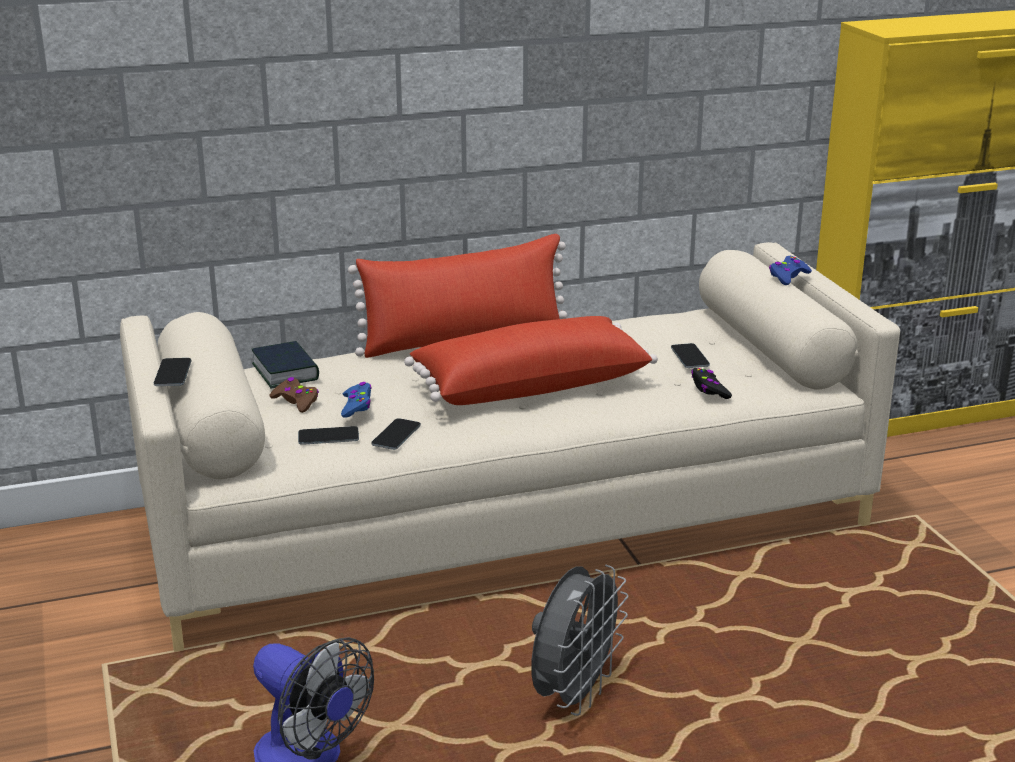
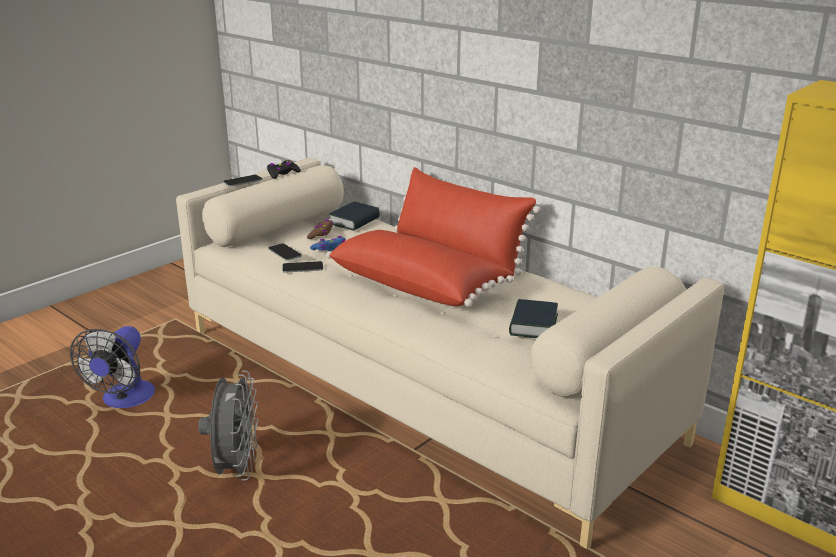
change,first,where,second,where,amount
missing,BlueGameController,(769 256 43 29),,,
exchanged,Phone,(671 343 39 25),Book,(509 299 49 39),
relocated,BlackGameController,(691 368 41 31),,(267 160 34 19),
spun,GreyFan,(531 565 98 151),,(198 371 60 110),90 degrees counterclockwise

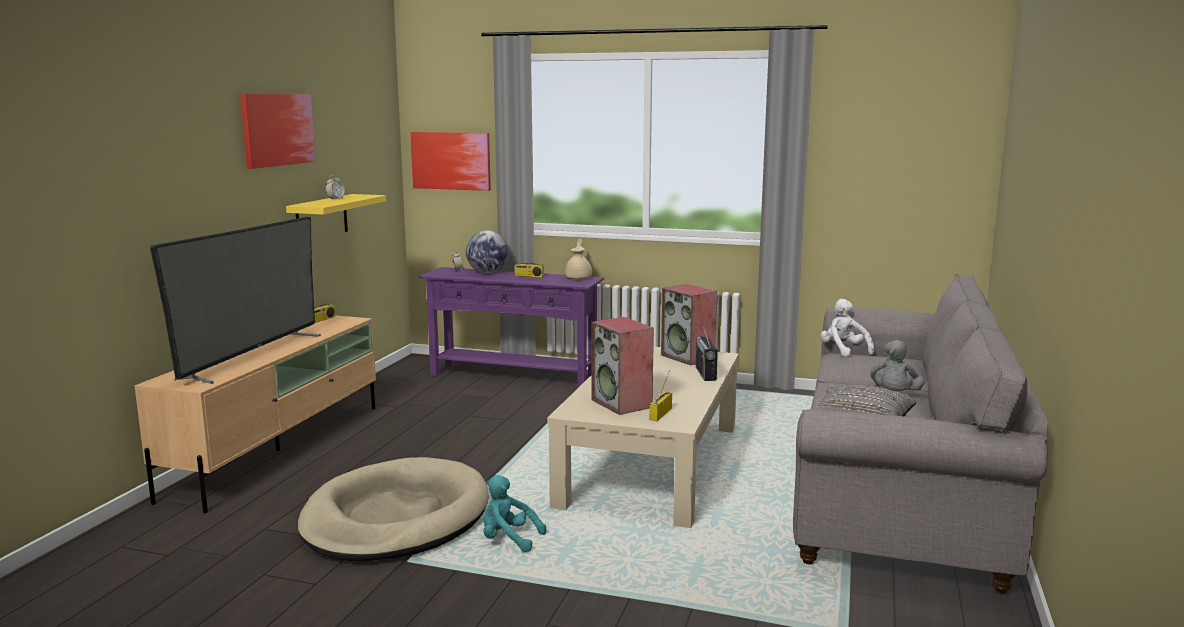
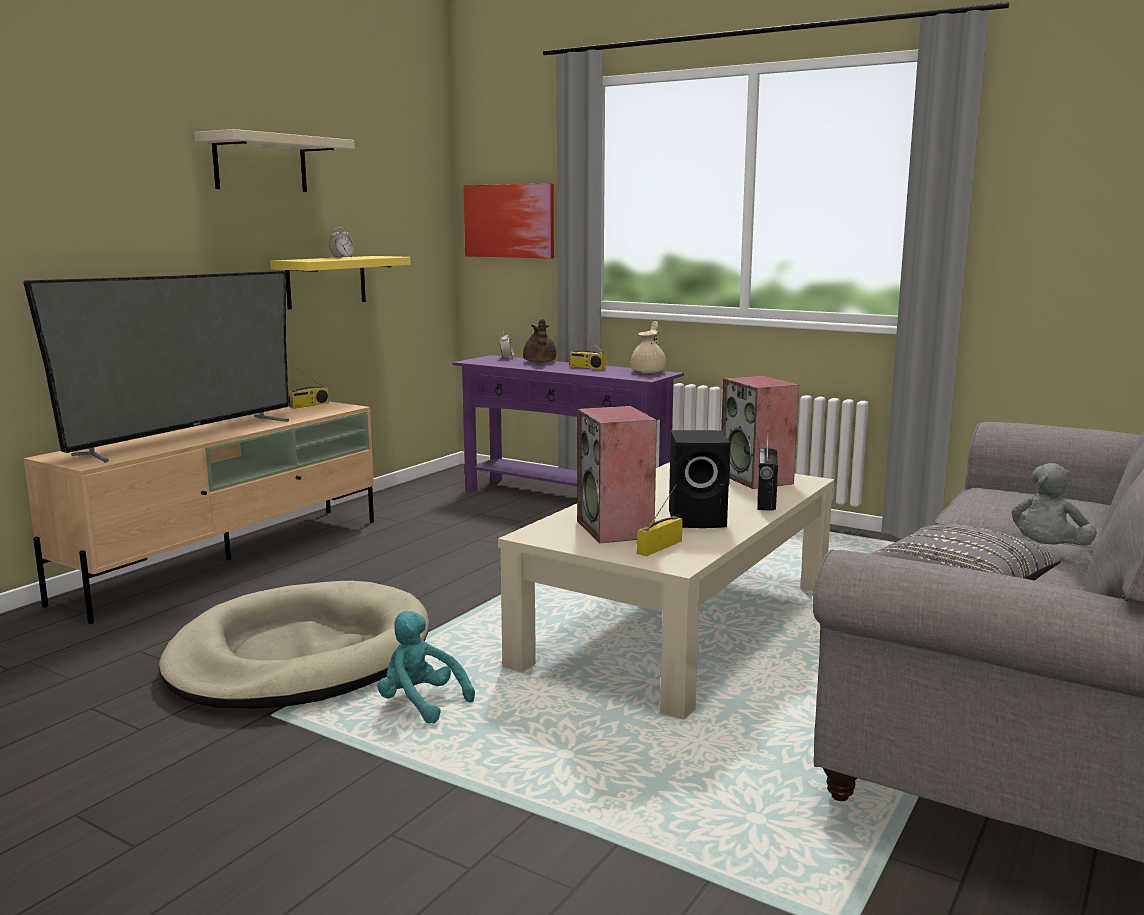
change,first,where,second,where,amount
exchanged,Picture,(240 93 76 76),BeigeShelf,(194 129 161 63),
exchanged,Globe,(466 230 43 43),BrownTeapot,(523 319 33 44),
missing,WhitePlushToy,(821 299 53 58),,,
appeared,,,BlackSpeaker,(669 430 61 98),

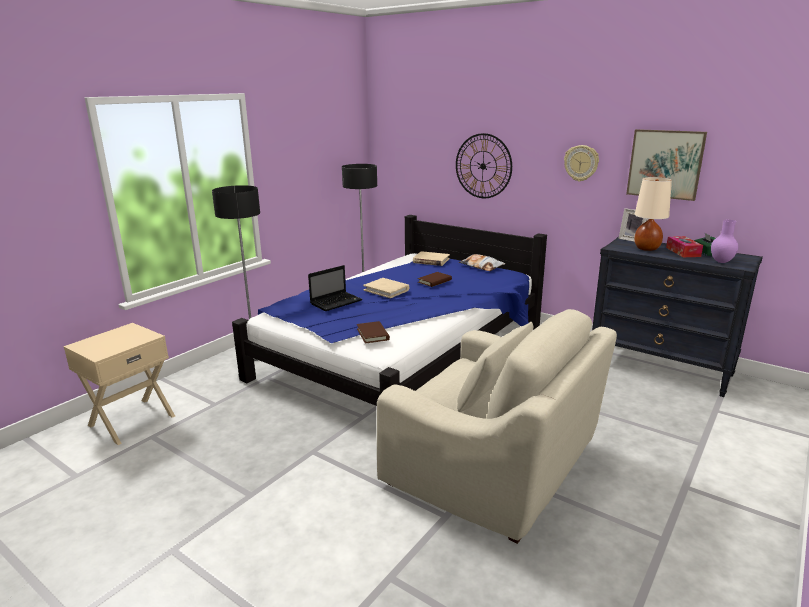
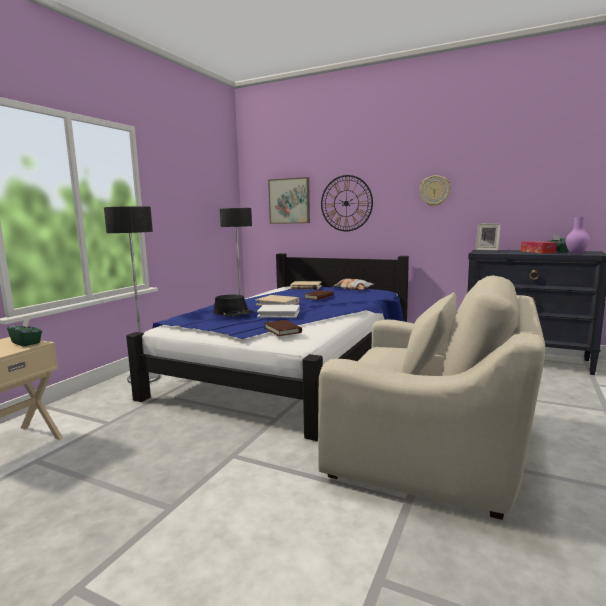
change,first,where,second,where,amount
relocated,Picture,(626 129 81 72),,(268 177 42 47),
missing,BeigeTableLamp,(634 177 38 74),,,
exchanged,Laptop,(308 265 54 46),BlackHat,(213 295 41 22),
appeared,,,WhiteBook,(257 305 43 13),
appeared,,,GreenTissueBox,(7 318 35 28),

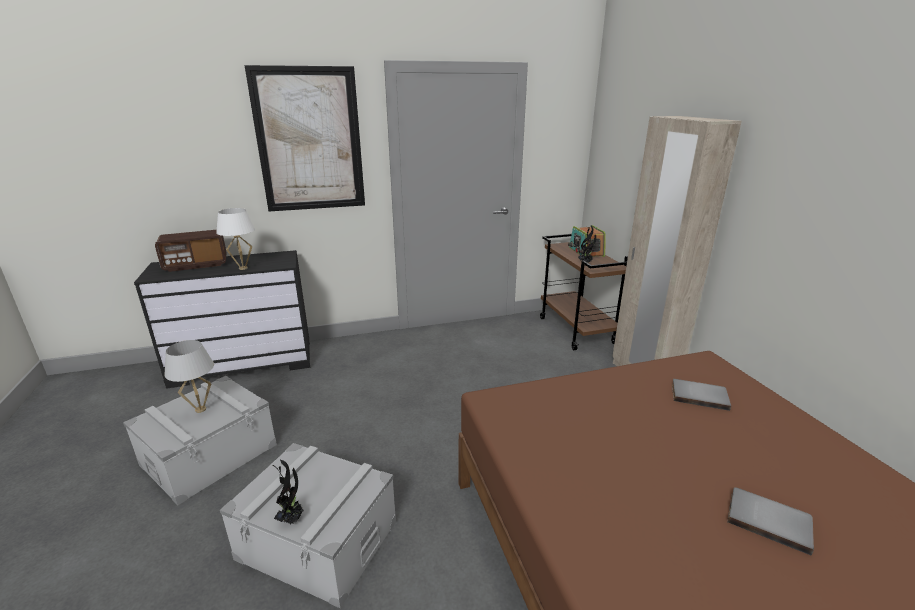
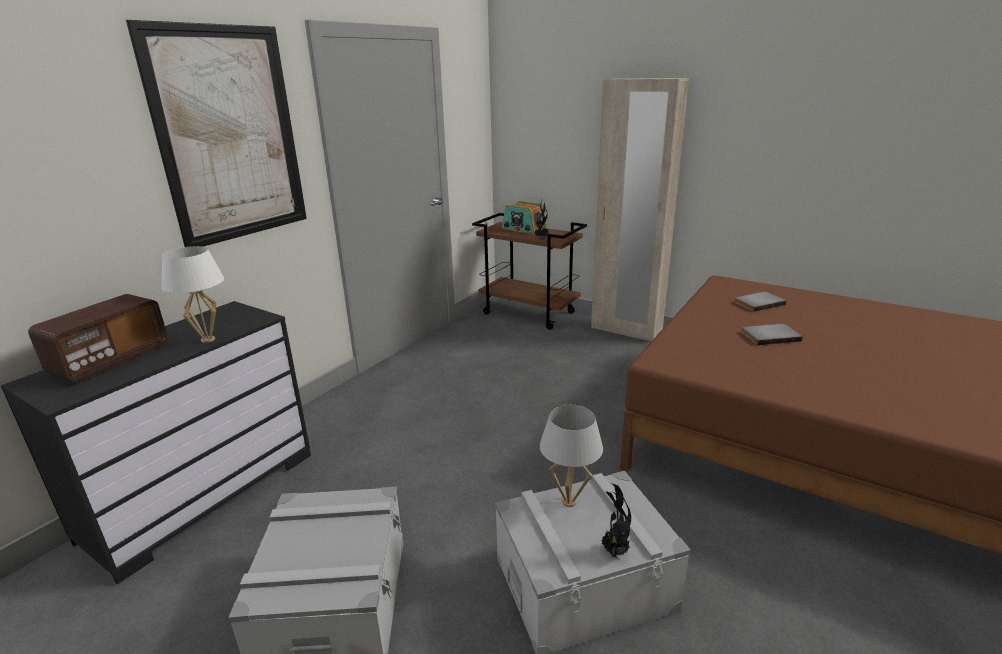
change,first,where,second,where,amount
relocated,WhiteTableLamp,(165 340 49 73),,(540 405 63 102),
relocated,GreyBook,(727 487 87 68),,(741 324 62 21),

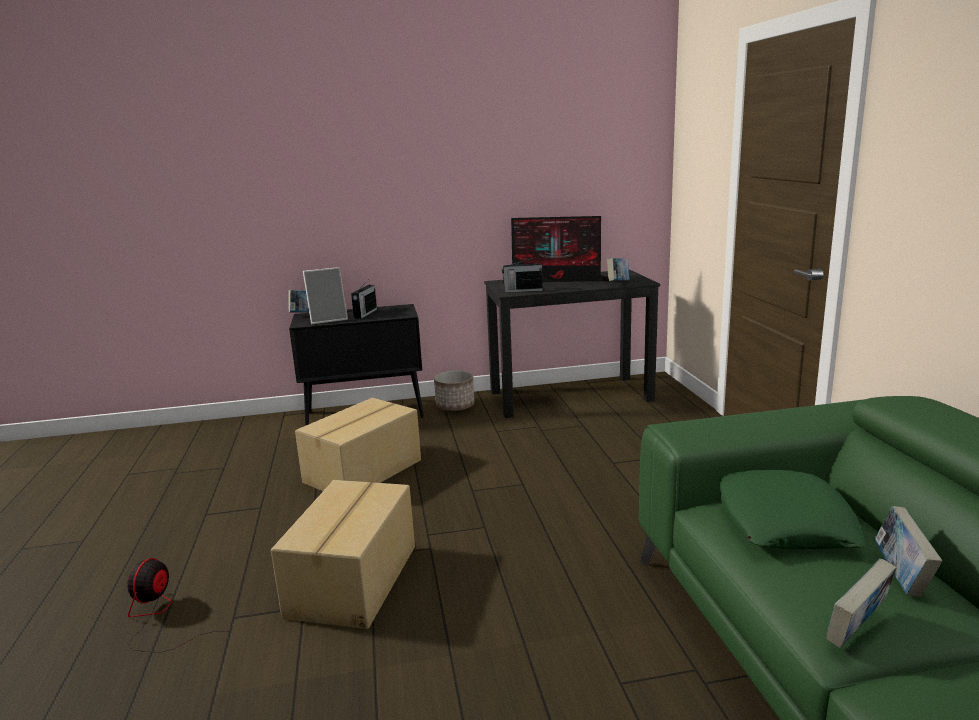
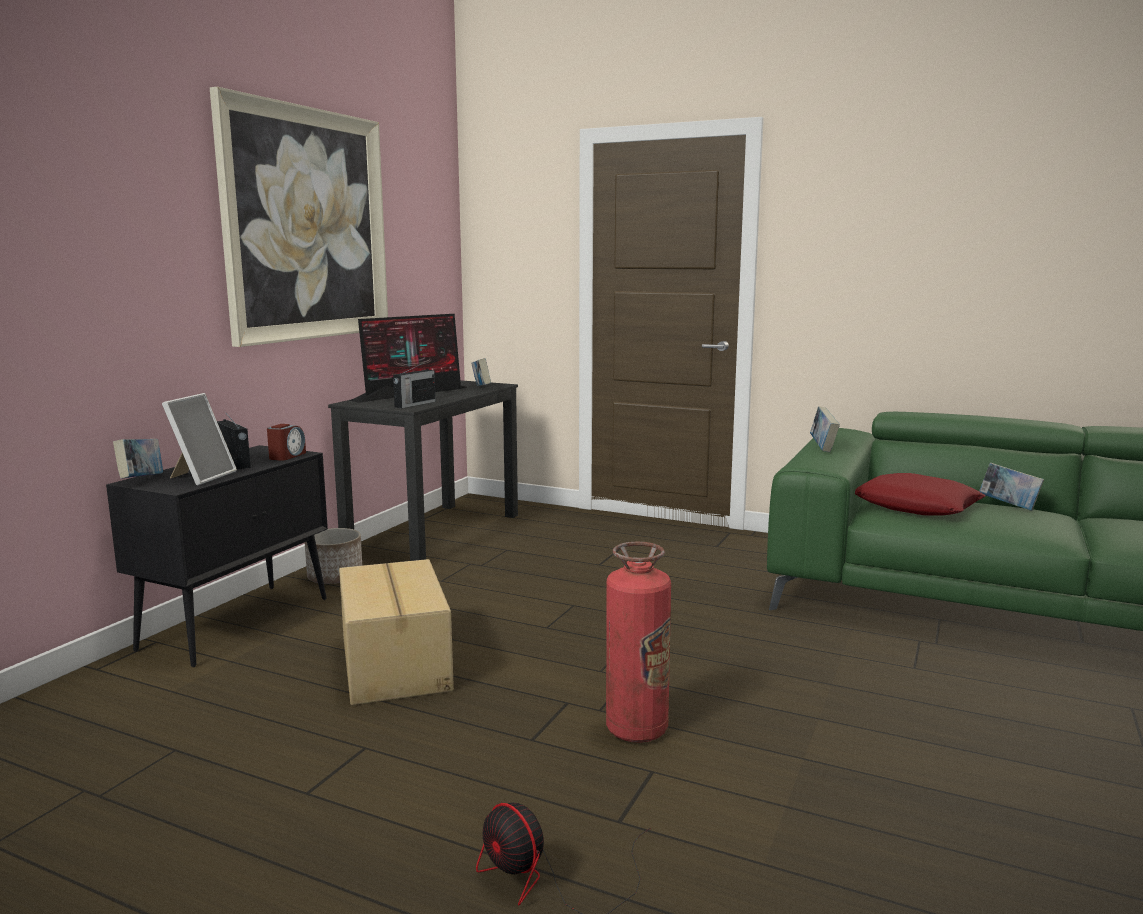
change,first,where,second,where,amount
colour,GreenPillow,(719 470 147 79),RedPillow,(855 473 130 43),
exchanged,CardboardBox,(271 480 144 149),FireExtinguisher,(606 541 65 201),
relocated,Book,(826 558 71 90),,(810 406 30 46),
appeared,,,Picture,(210 87 178 260),
appeared,,,AlarmClock,(267 424 39 37),

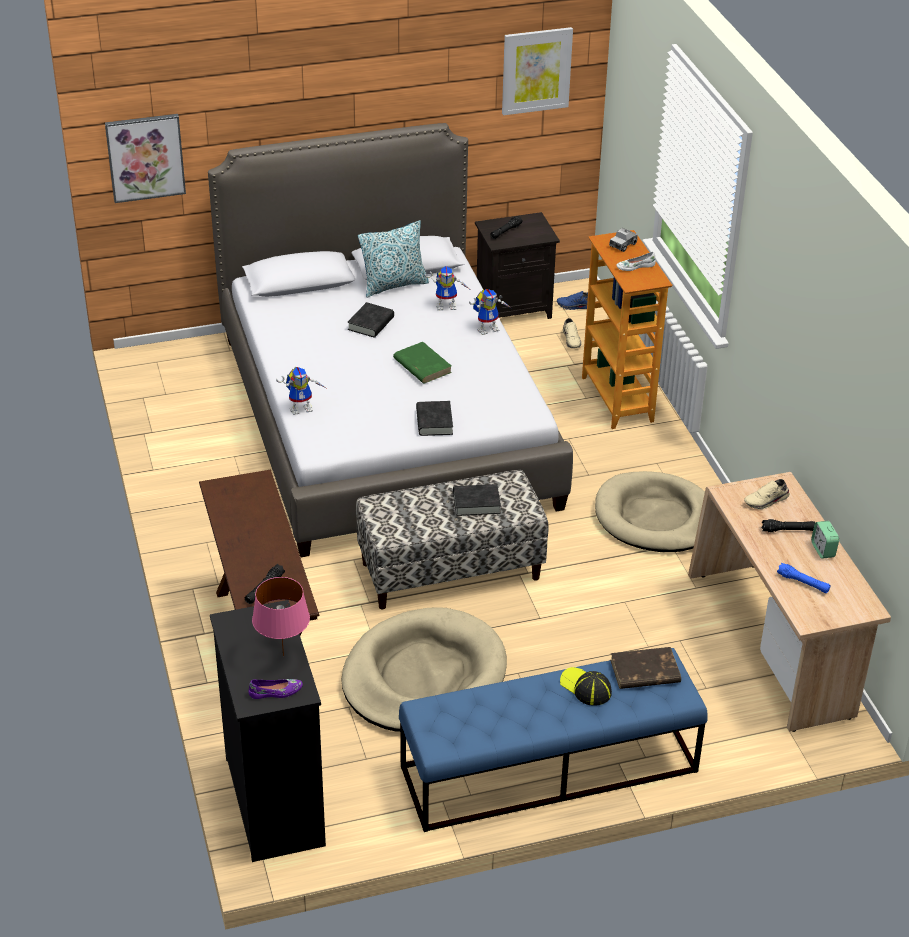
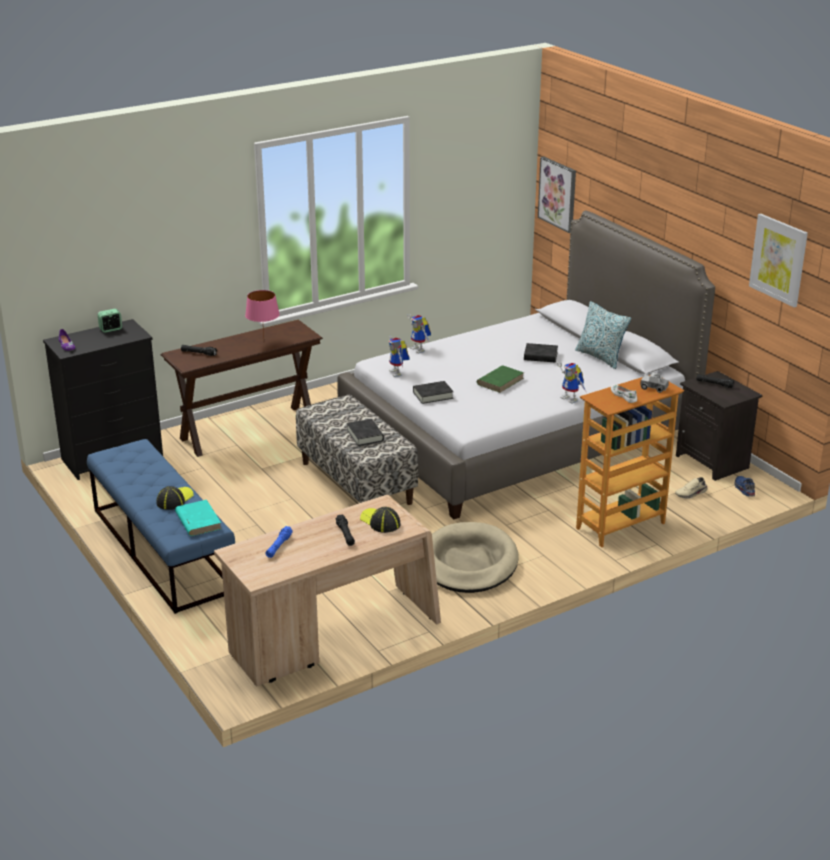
change,first,where,second,where,amount
relocated,ToyRobot,(425 266 47 44),,(389 336 20 41),
exchanged,BeigeShoe,(744 479 46 30),Cap,(360 507 40 26),
relocated,AlarmClock,(811 521 28 38),,(98 309 24 24),
relocated,PinkTableLamp,(252 577 58 79),,(245 290 35 46),
missing,BeigeDogBed,(341 607 166 125),,,
colour,BrownBook,(610 647 71 42),TurquoiseBook,(175 500 46 36),

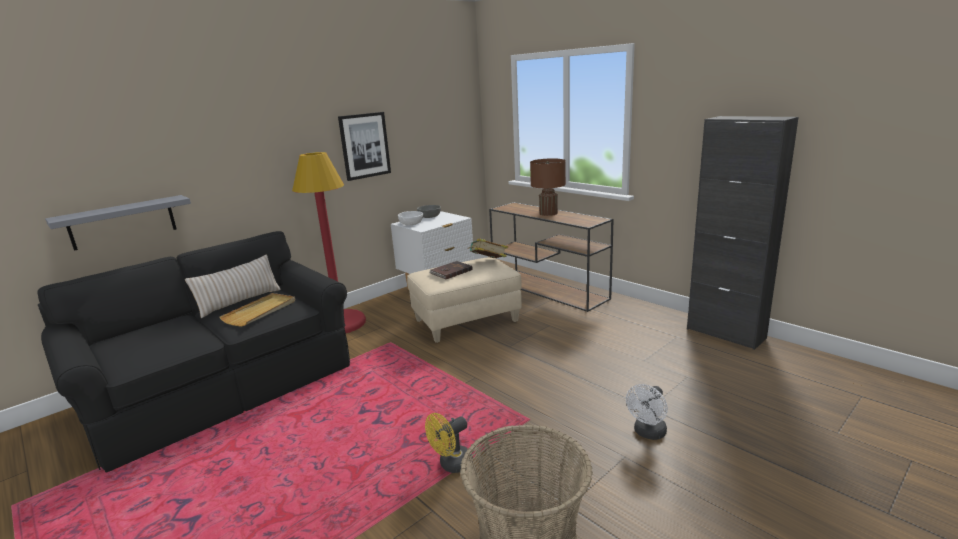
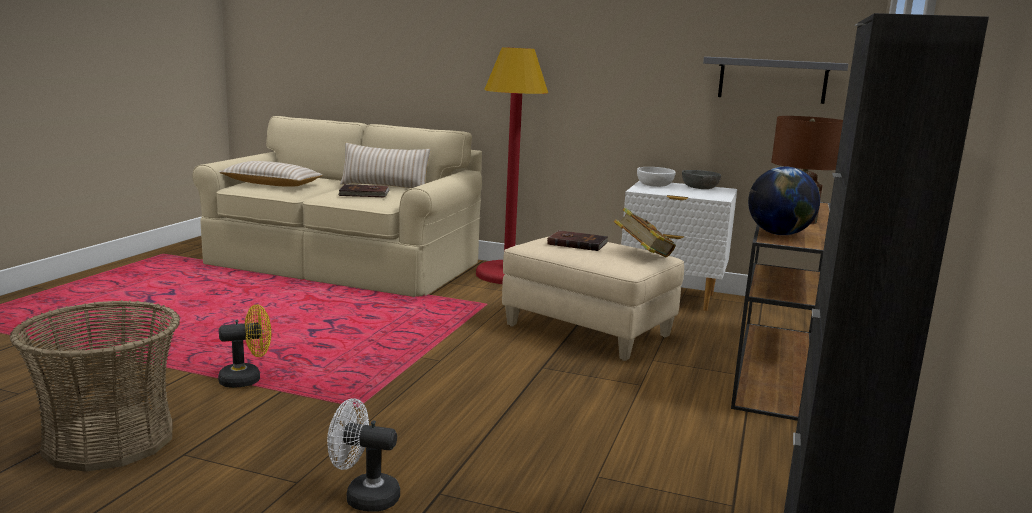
change,first,where,second,where,amount
missing,Picture,(338 112 53 69),,,
relocated,GreyShelf,(45 195 146 56),,(703 57 145 47),
colour,BlackSofa,(37 231 313 241),BeigeSofa,(192 116 290 181),
exchanged,BeigeTray,(219 293 76 34),BrownBook,(339 184 51 14),
spun,YellowFan,(425 413 48 60),,(218 304 53 84),135 degrees clockwise
appeared,,,BeigePillow,(219 161 104 26),
appeared,,,Globe,(748 167 72 68),

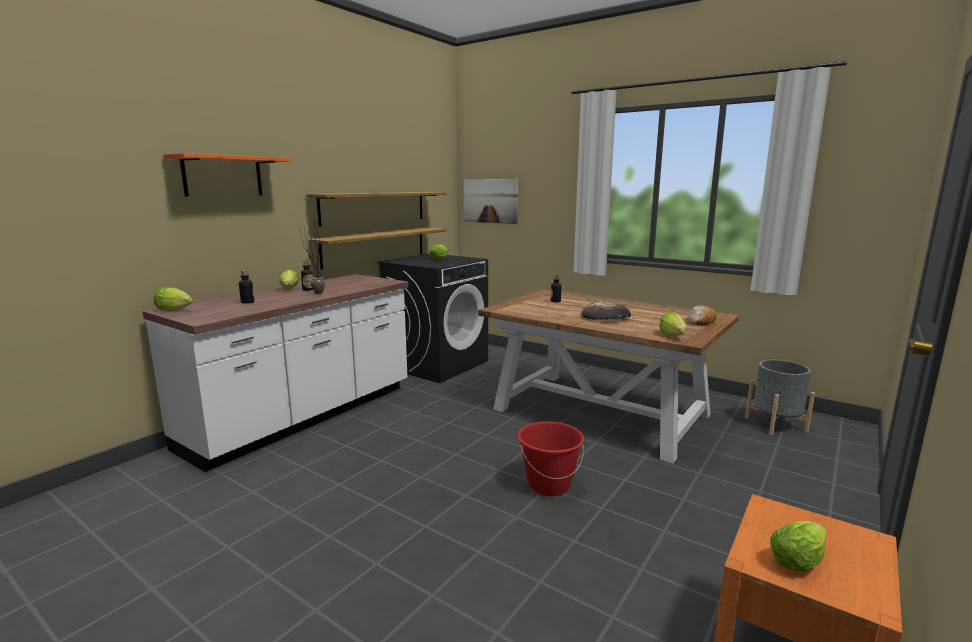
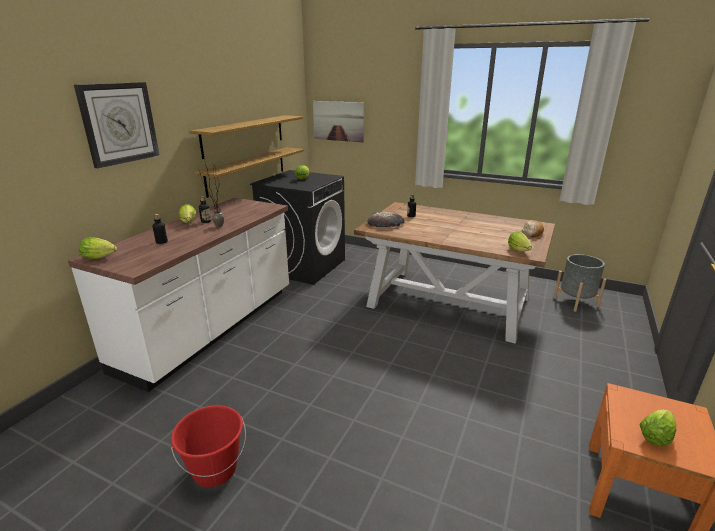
change,first,where,second,where,amount
exchanged,OrangeShelf,(163 153 128 44),WallClock,(74 82 85 86),
relocated,Bread,(581 301 50 19),,(368 211 36 16),
relocated,RedBucket,(518 421 66 75),,(171 405 75 83),

